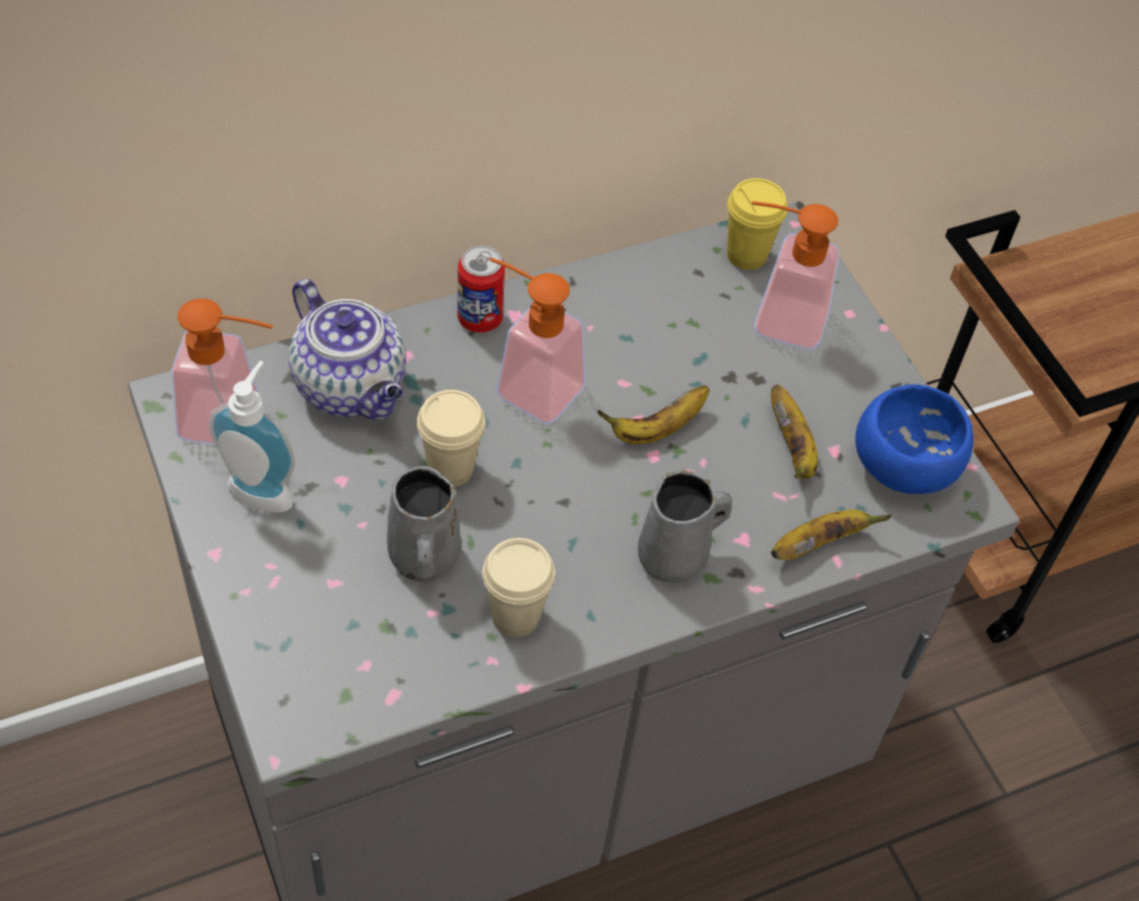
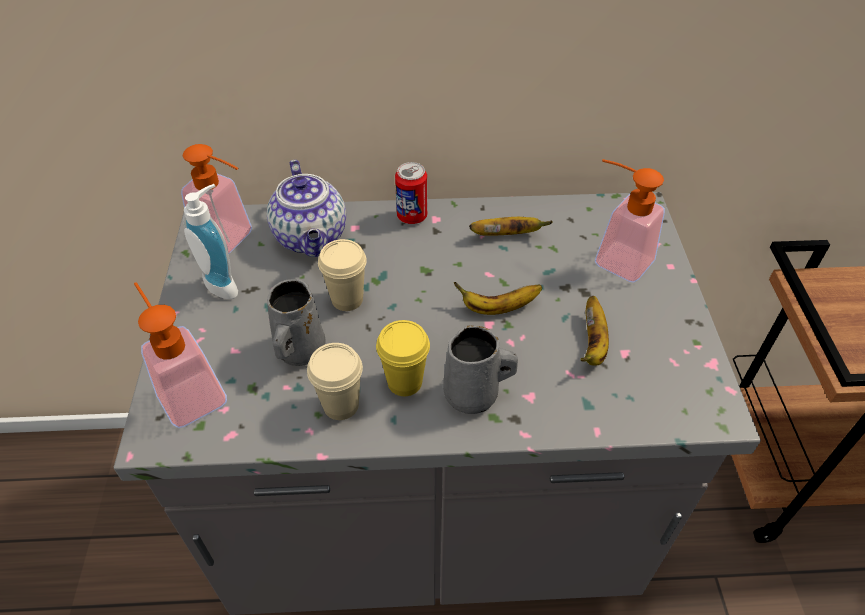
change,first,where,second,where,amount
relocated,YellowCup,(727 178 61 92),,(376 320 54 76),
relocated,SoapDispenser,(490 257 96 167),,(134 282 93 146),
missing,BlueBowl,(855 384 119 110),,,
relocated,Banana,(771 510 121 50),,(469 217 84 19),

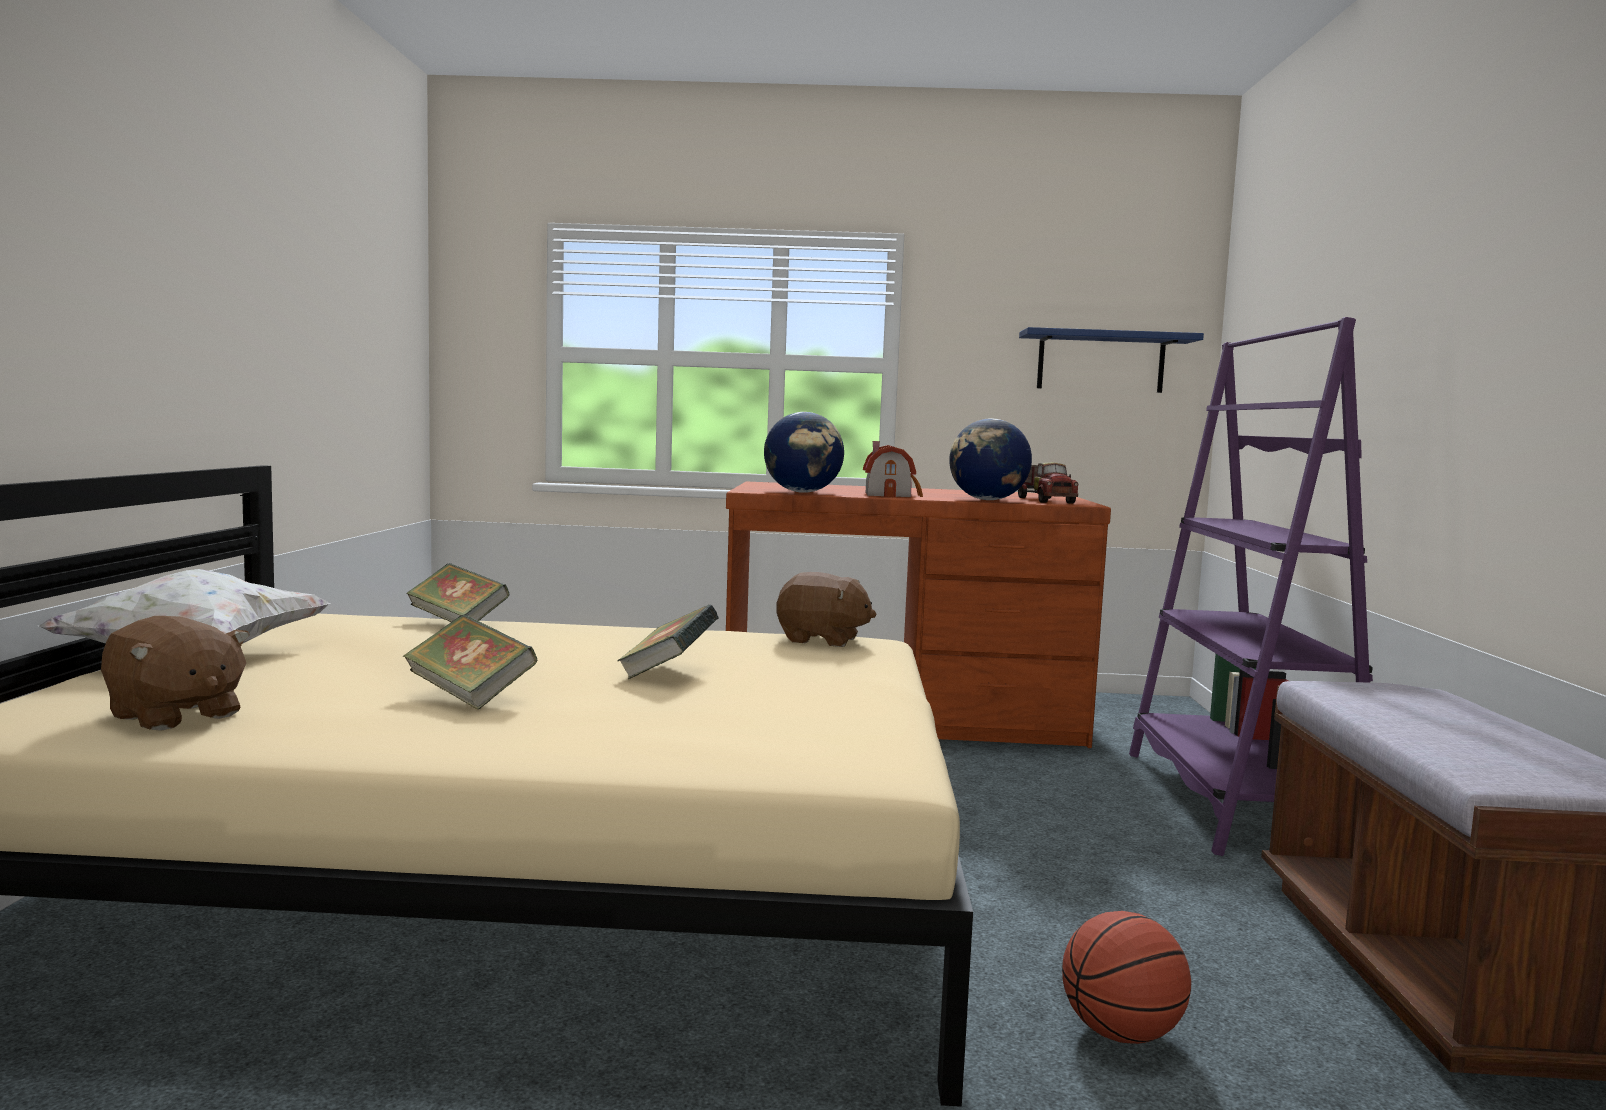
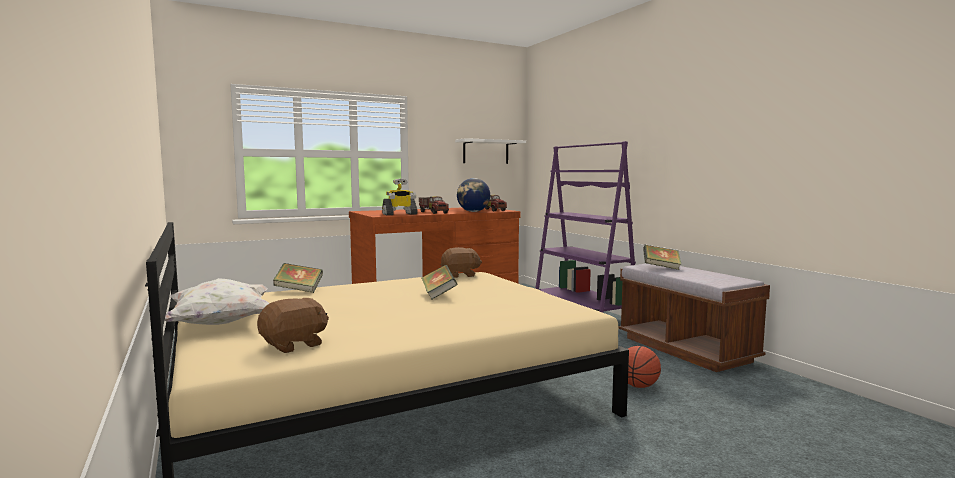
change,first,where,second,where,amount
colour,BlueShelf,(1019 327 185 66),WhiteShelf,(455 138 71 26),
exchanged,Globe,(764 412 80 81),ToyRobot,(382 179 35 36),
exchanged,ToyHouse,(863 441 60 56),ToyTruck,(419 196 30 18),
relocated,Book,(403 614 135 96),,(643 245 38 25),
spun,BrownPlushToy,(101 616 149 115),,(257 298 72 55),45 degrees counterclockwise

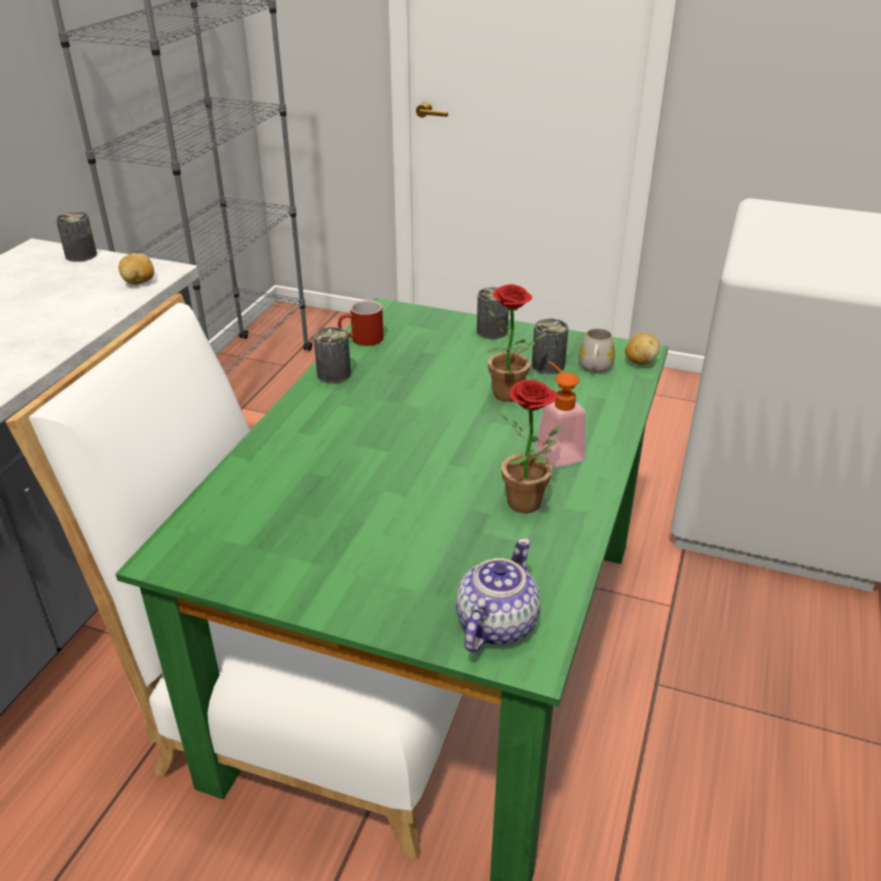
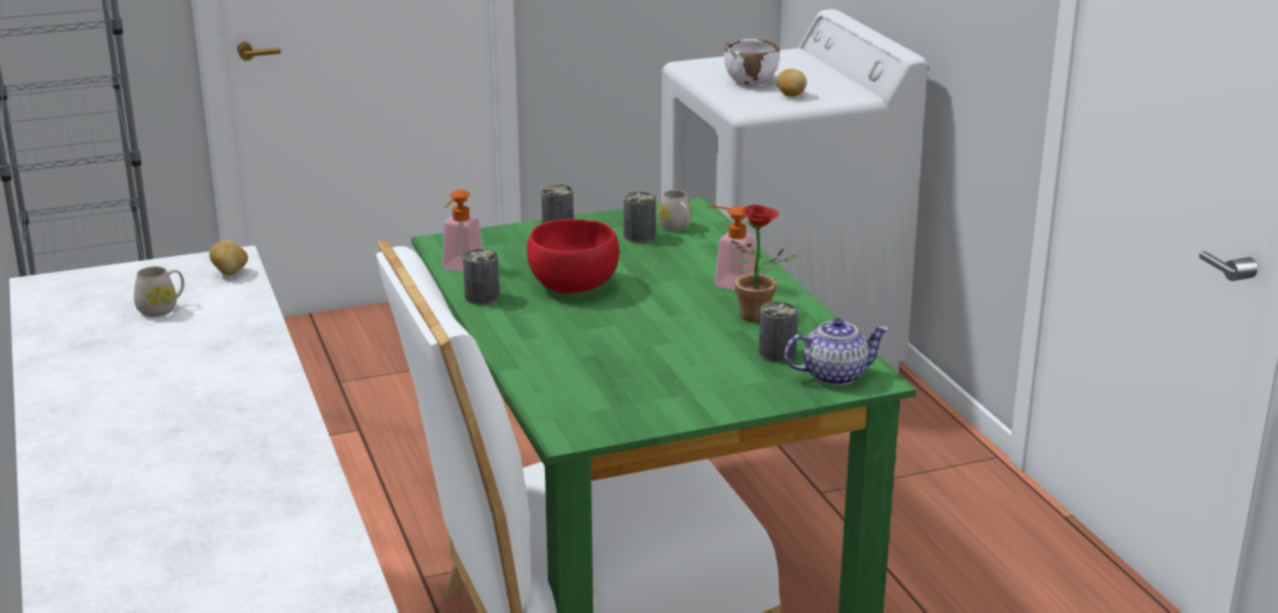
change,first,where,second,where,amount
relocated,Can,(56 212 41 50),,(759 302 39 61),
missing,PottedPlant,(487 284 60 118),,,
exchanged,RedMug,(338 300 45 46),SoapDispenser,(442 190 41 82),
relocated,Potato,(625 332 35 33),,(776 69 31 27),
spun,Teapot,(456 538 84 114),,(784 318 105 68),90 degrees clockwise
appeared,,,WhiteBowl,(724 39 56 48),
appeared,,,RedBowl,(527 219 92 74),
appeared,,,WhiteMug,(134 266 50 51),

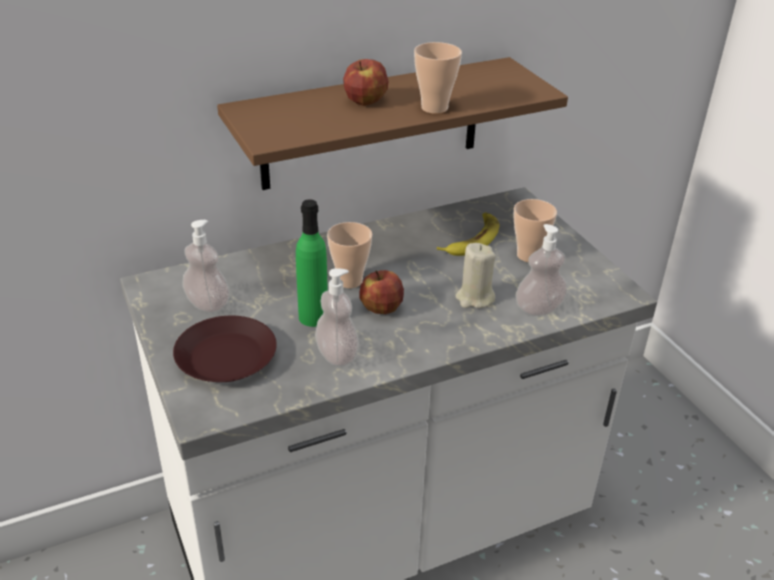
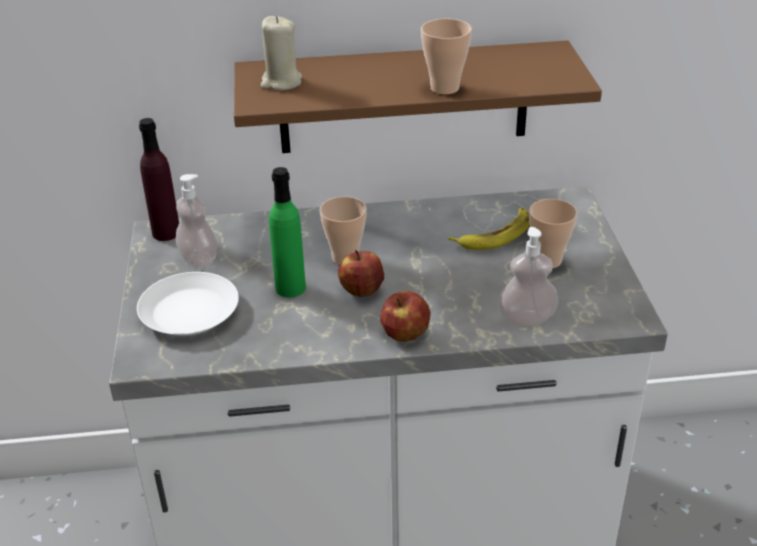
change,first,where,second,where,amount
relocated,Apple,(343 59 45 47),,(380 291 51 51),
relocated,BeigeCandle,(456 243 40 65),,(261 16 41 74),
missing,SoapDispenser,(315 268 44 99),,,
colour,BrownPlate,(173 316 104 66),WhitePlate,(137 272 102 64),
appeared,,,PurpleBottle,(139 118 40 123),

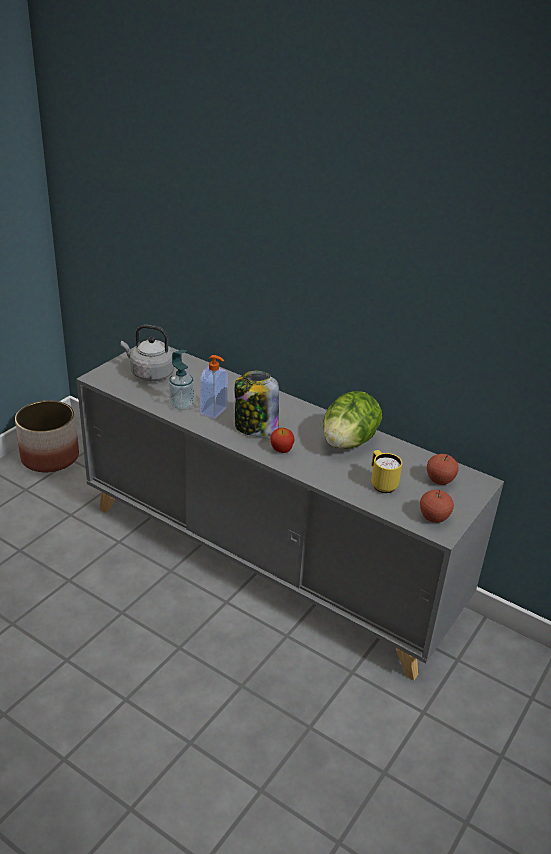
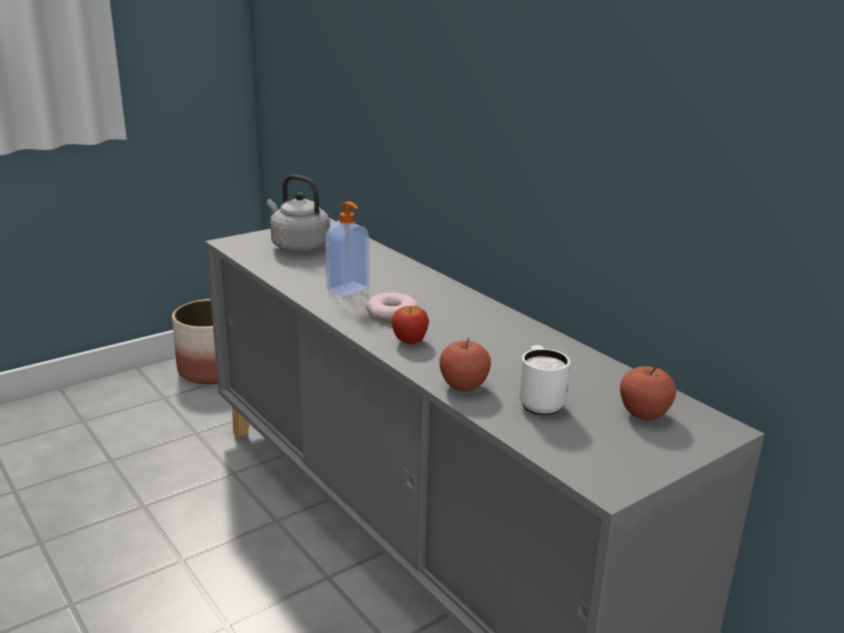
change,first,where,second,where,amount
missing,SoapDispenser,(169 349 25 61),,,
exchanged,Jar,(235 370 44 66),Donut,(366 293 52 28),
missing,Lettuce,(323 391 59 58),,,
colour,YellowMug,(371 450 31 43),WhiteMug,(519 345 51 71),
relocated,Apple,(420 490 34 33),,(439 338 52 53),

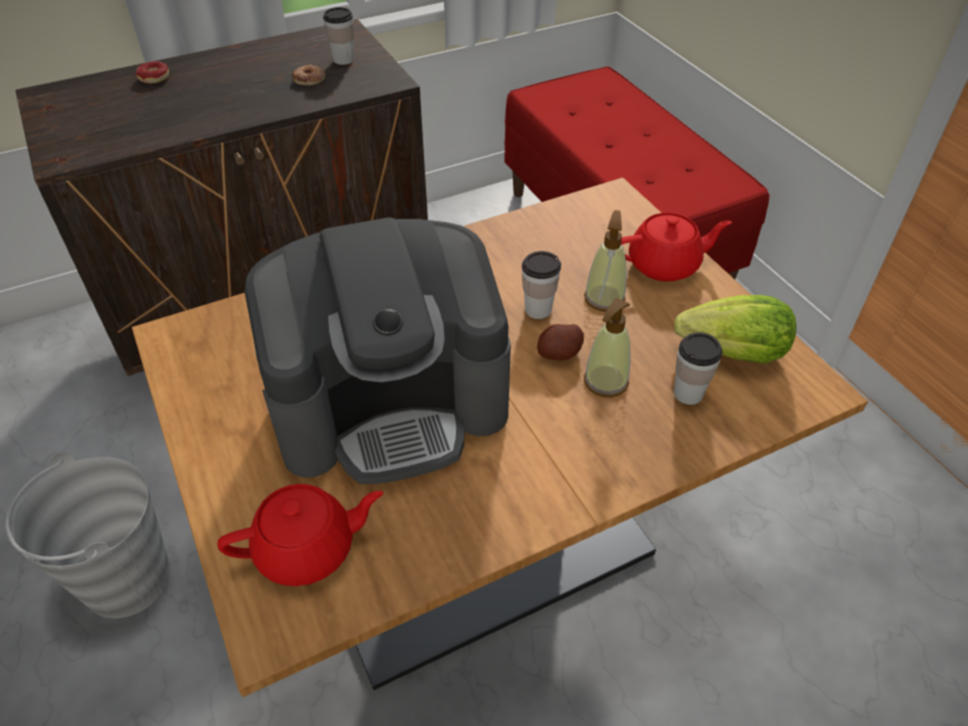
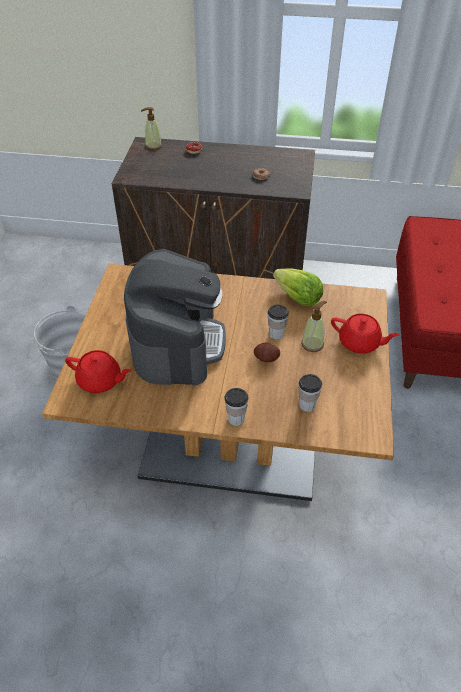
change,first,where,second,where,amount
relocated,Cup,(323 7 31 58),,(225 388 23 38),
spun,CoffeeMachine,(245 217 266 267),,(124 249 102 137),105 degrees counterclockwise
relocated,Lettuce,(674 295 122 69),,(273 268 50 38),
relocated,SoapDispenser,(584 298 46 100),,(141 107 21 43),

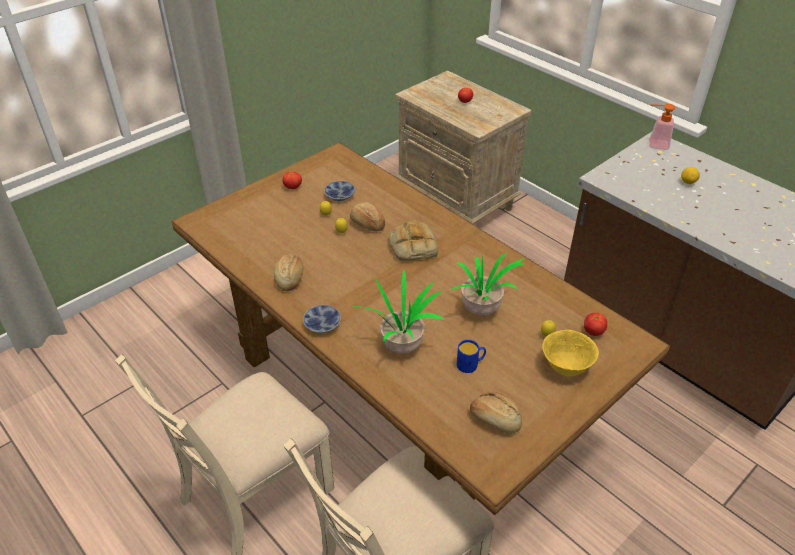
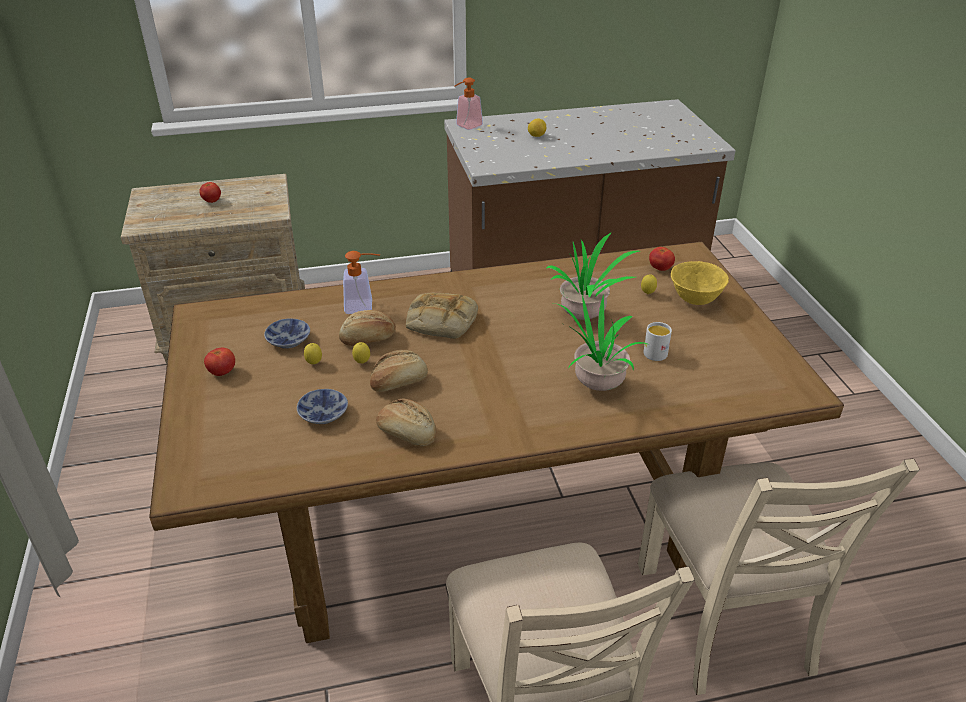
change,first,where,second,where,amount
relocated,Bowl,(303 305 38 28),,(297 389 51 35),
colour,BlueMug,(457 340 29 33),WhiteMug,(643 322 29 39),
relocated,Bread,(470 392 52 42),,(370 350 58 42),
appeared,,,SoapDispenser,(343 251 37 63),

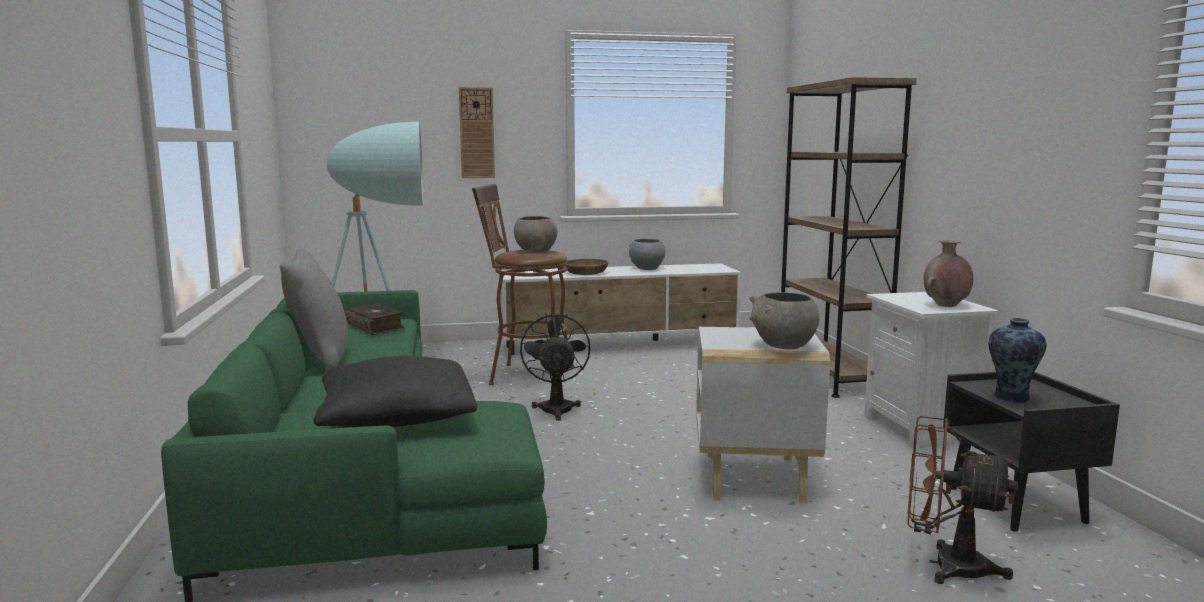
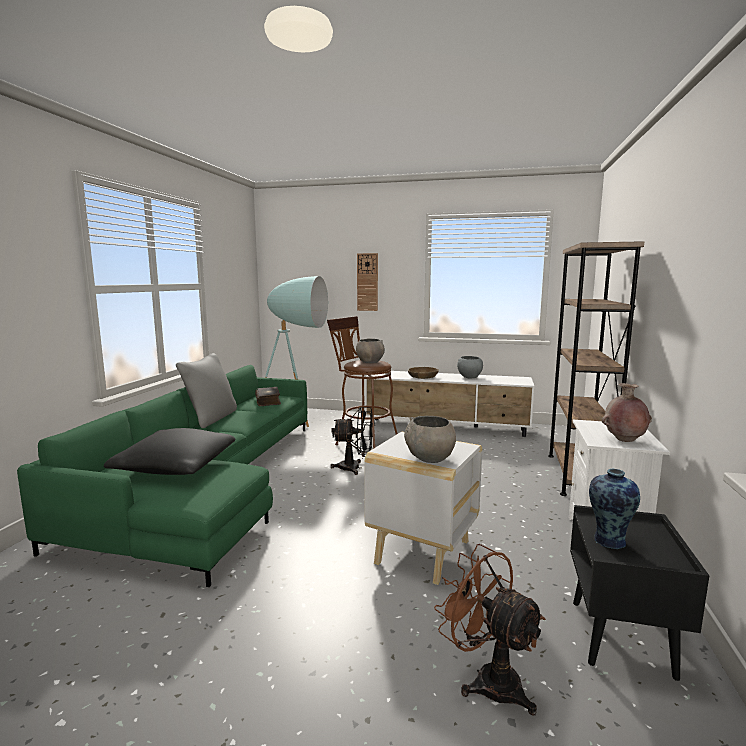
change,first,where,second,where,amount
spun,BlackFan,(520 313 71 108),,(331 407 42 68),75 degrees clockwise

